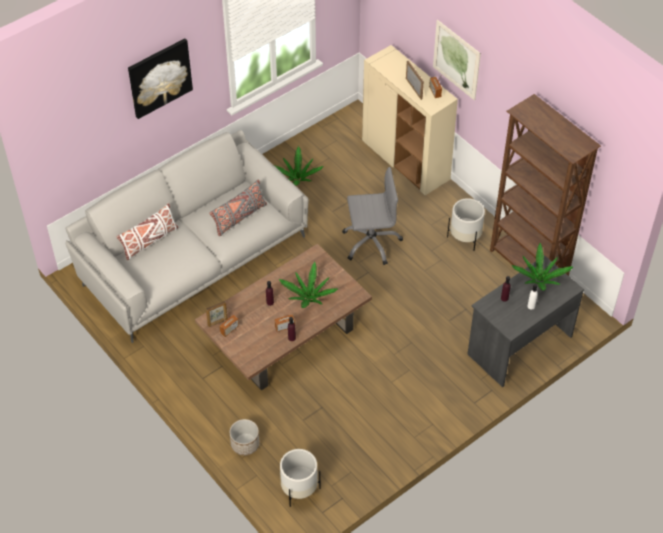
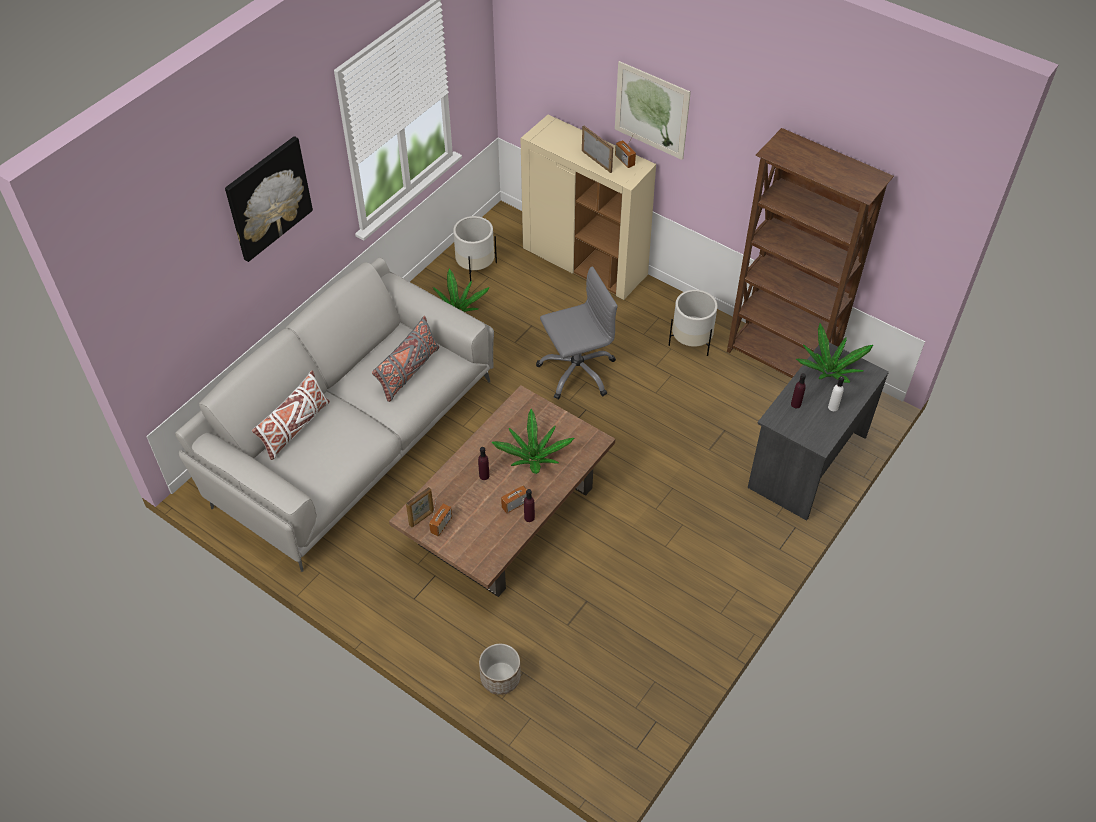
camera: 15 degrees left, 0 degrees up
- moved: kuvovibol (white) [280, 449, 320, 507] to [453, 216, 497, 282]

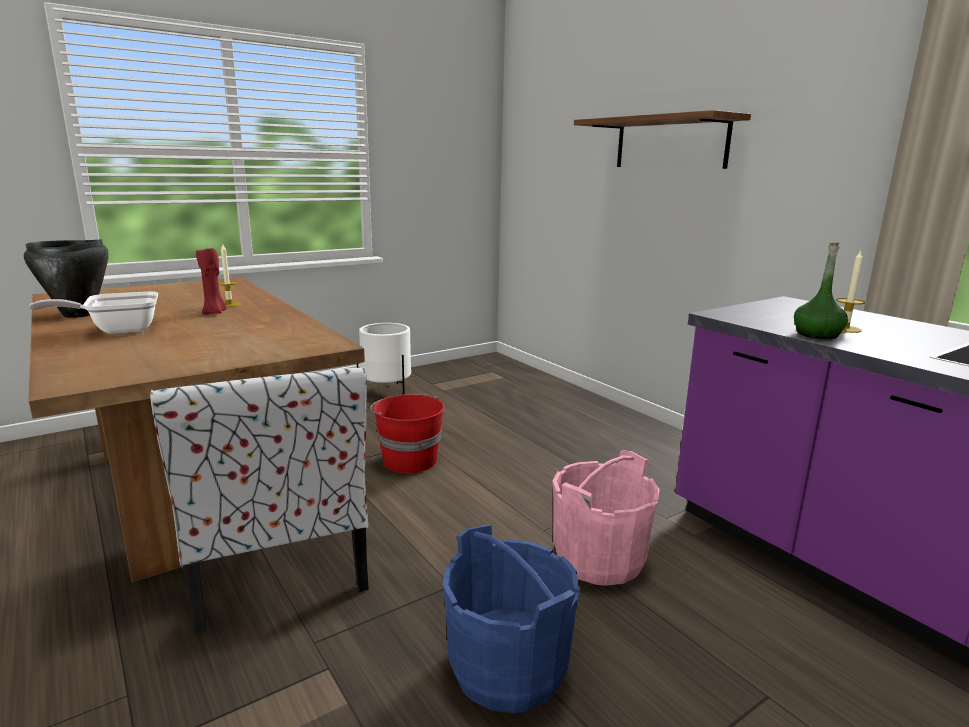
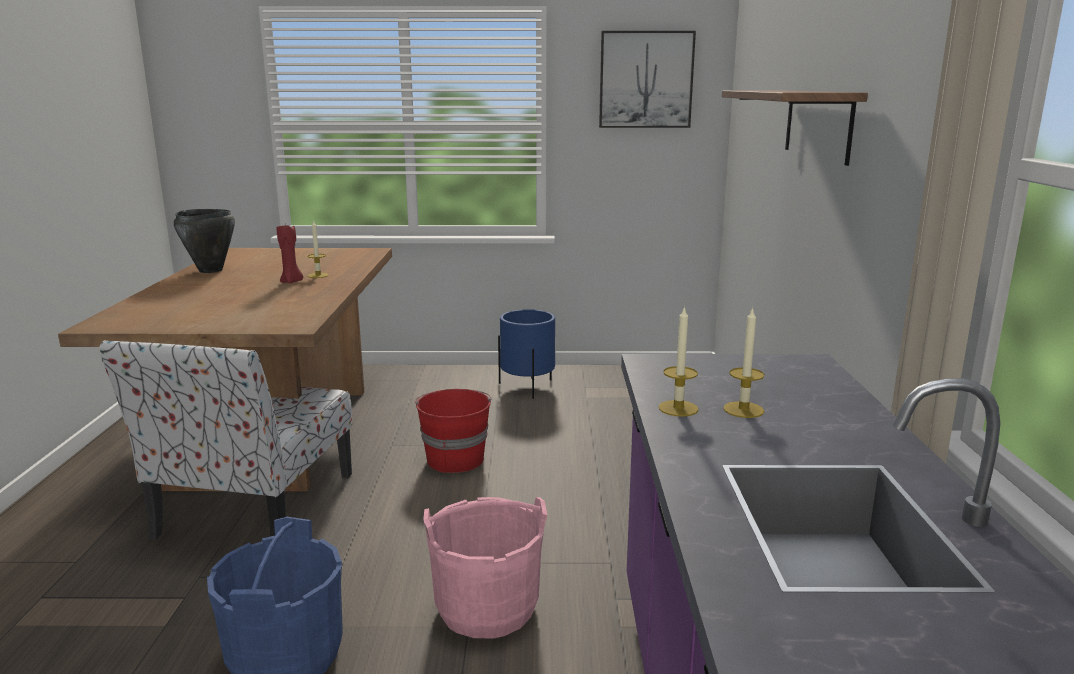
camera: 35 degrees right, 0 degrees up
- removed: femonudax [29, 291, 158, 334]
- recoloured: kuvovibol (white) [357, 323, 411, 394] to kuvovibol (blue) [498, 309, 555, 399]
- replaced: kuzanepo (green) [794, 243, 848, 339] to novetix [659, 306, 699, 417]
- added: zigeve [599, 31, 696, 128]

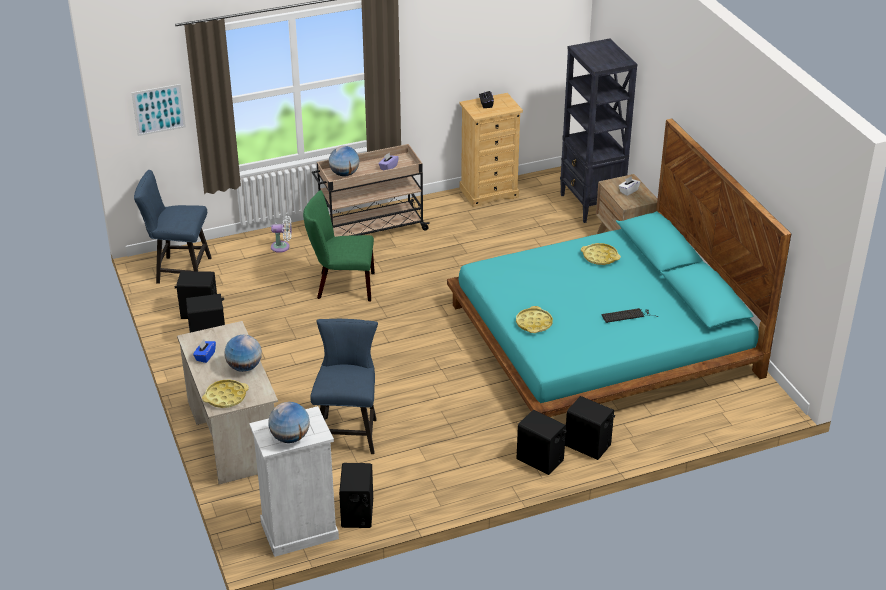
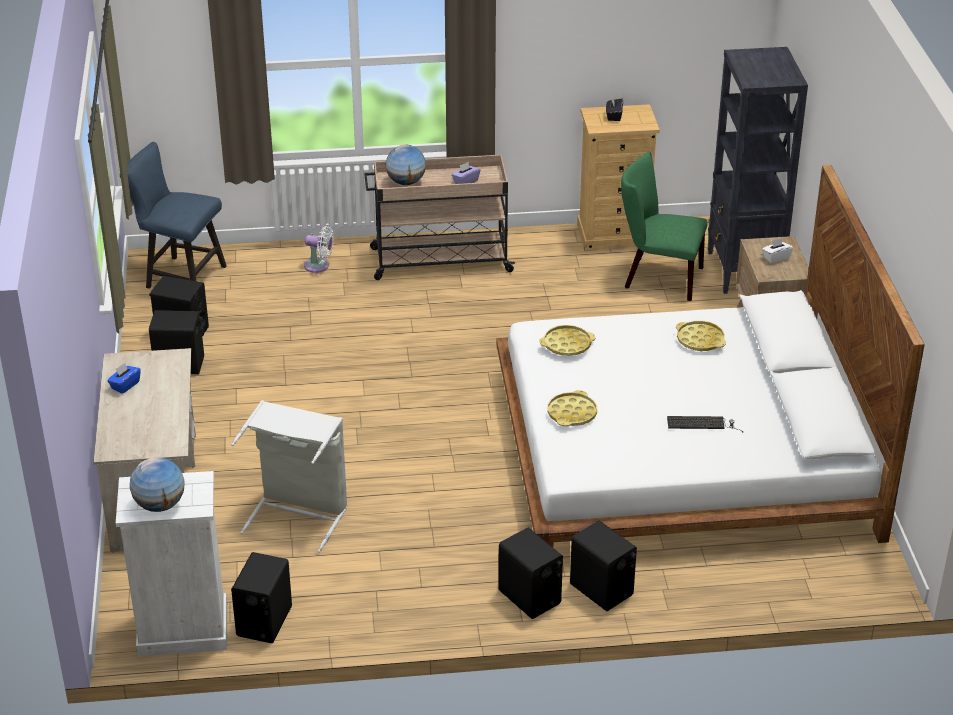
camera: 15 degrees right, 0 degrees up
- removed: zigeve [131, 84, 186, 136]
- moved: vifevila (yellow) [202, 379, 249, 408] to [539, 325, 596, 356]
- removed: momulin [224, 335, 262, 372]
- moved: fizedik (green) [303, 190, 375, 301] to [621, 152, 708, 301]
- replaced: fizedik (blue) [310, 319, 378, 454] to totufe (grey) [231, 400, 348, 553]
- recoloured: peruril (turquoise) [447, 119, 791, 417] to peruril (white) [497, 165, 924, 547]

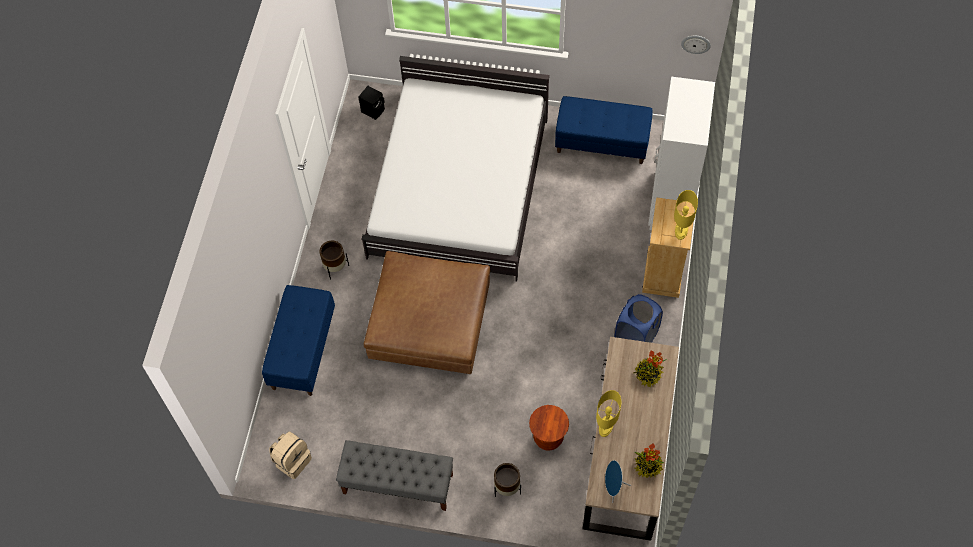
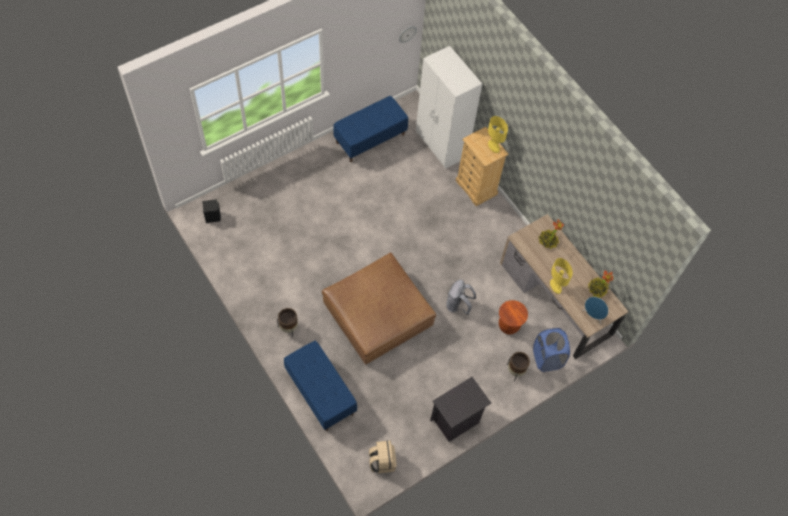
camera: 50 degrees left, 0 degrees up
- replaced: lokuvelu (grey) [336, 440, 453, 511] to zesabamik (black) [430, 377, 491, 442]
- removed: peruril (white) [362, 56, 550, 282]
- moved: totufe (blue) [614, 294, 663, 343] to [533, 328, 570, 372]
- added: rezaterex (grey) [446, 280, 476, 315]

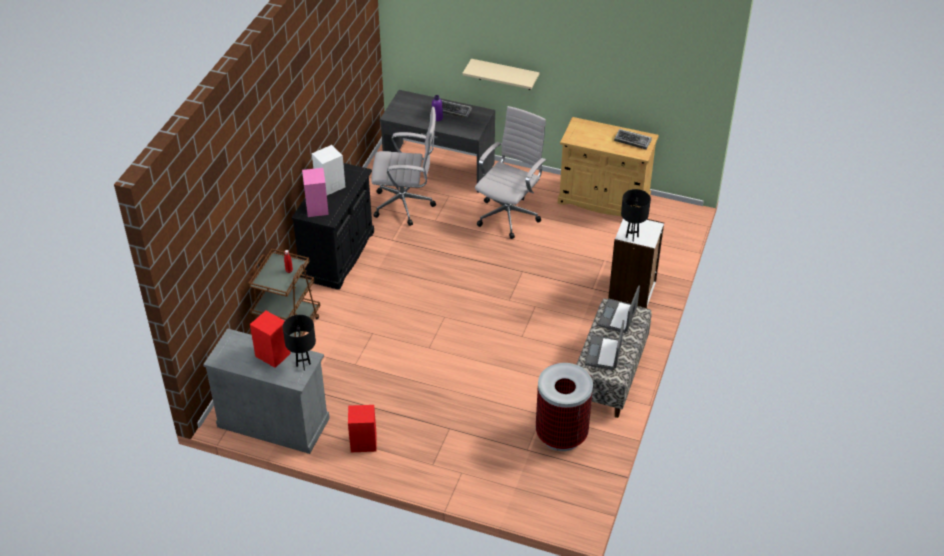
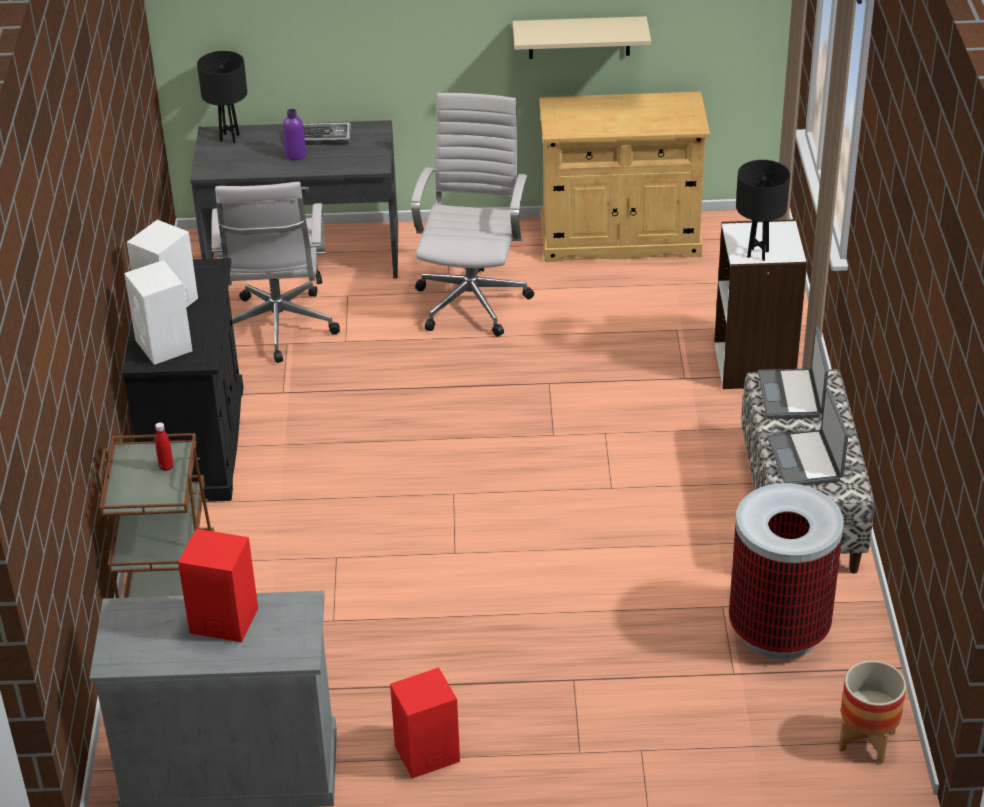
camera: 20 degrees left, 5 degrees down
- moved: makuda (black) [283, 315, 316, 371] to [197, 51, 247, 143]
- recoloured: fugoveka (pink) [302, 168, 329, 217] to fugoveka (white) [124, 260, 193, 365]
- turned: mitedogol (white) [371, 107, 436, 226] = [211, 182, 340, 363] 105 degrees clockwise
- moved: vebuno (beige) [462, 59, 539, 90] to [513, 16, 651, 59]
- removed: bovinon [614, 129, 652, 150]
- added: kuvovibol [839, 661, 906, 764]

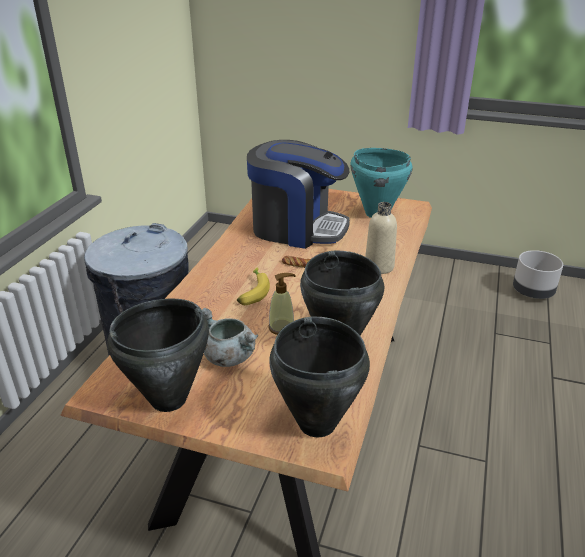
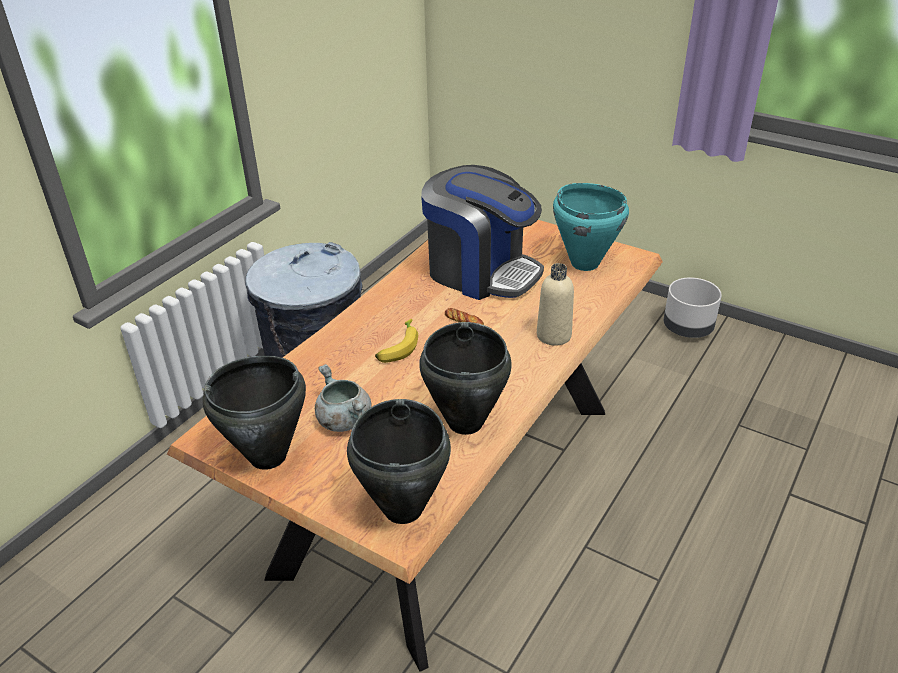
camera: 15 degrees right, 5 degrees up
- removed: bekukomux [268, 273, 296, 335]
- moved: kuvovibol (grey) [513, 250, 563, 299] to [664, 277, 722, 338]

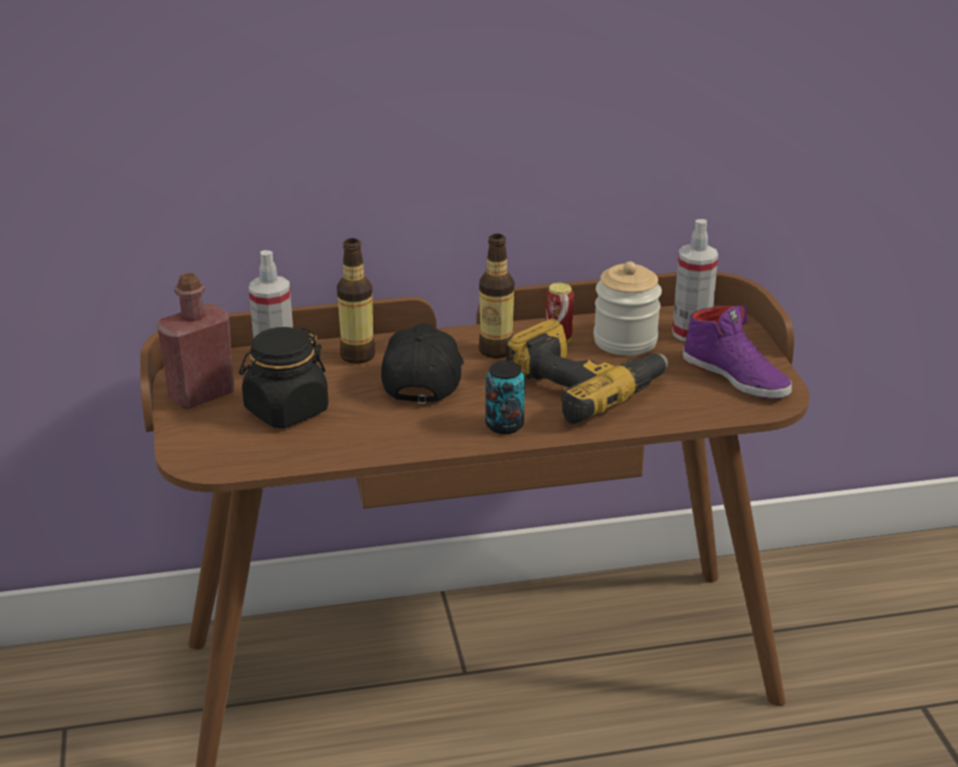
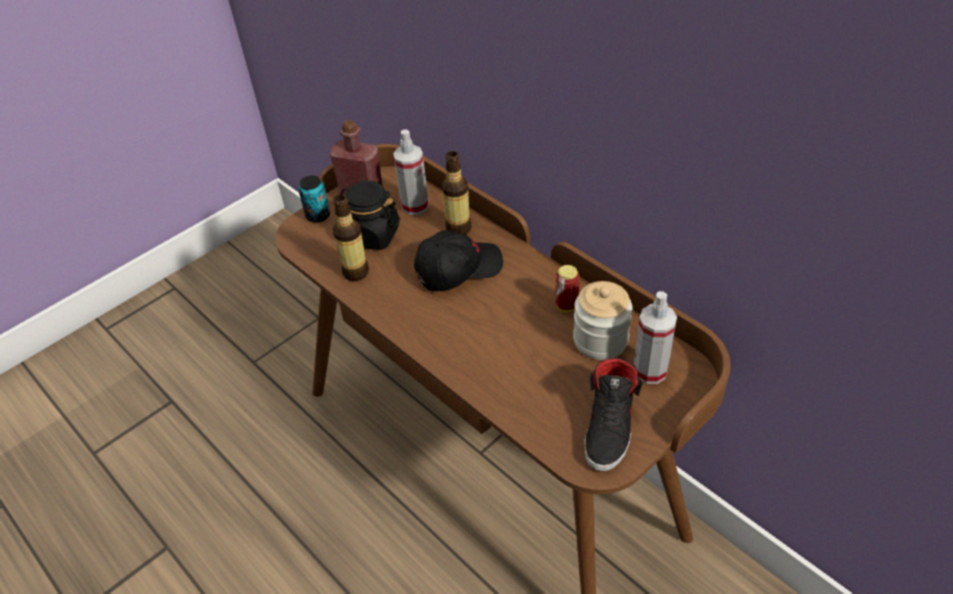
camera: 60 degrees right, 15 degrees up
- moved: kuzanepo [479, 234, 514, 358] to [333, 195, 369, 281]
- moved: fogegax [485, 361, 525, 434] to [298, 175, 330, 223]
- removed: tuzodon [506, 319, 668, 424]
- recoloured: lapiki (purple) [683, 305, 792, 399] to lapiki (black) [585, 357, 643, 471]

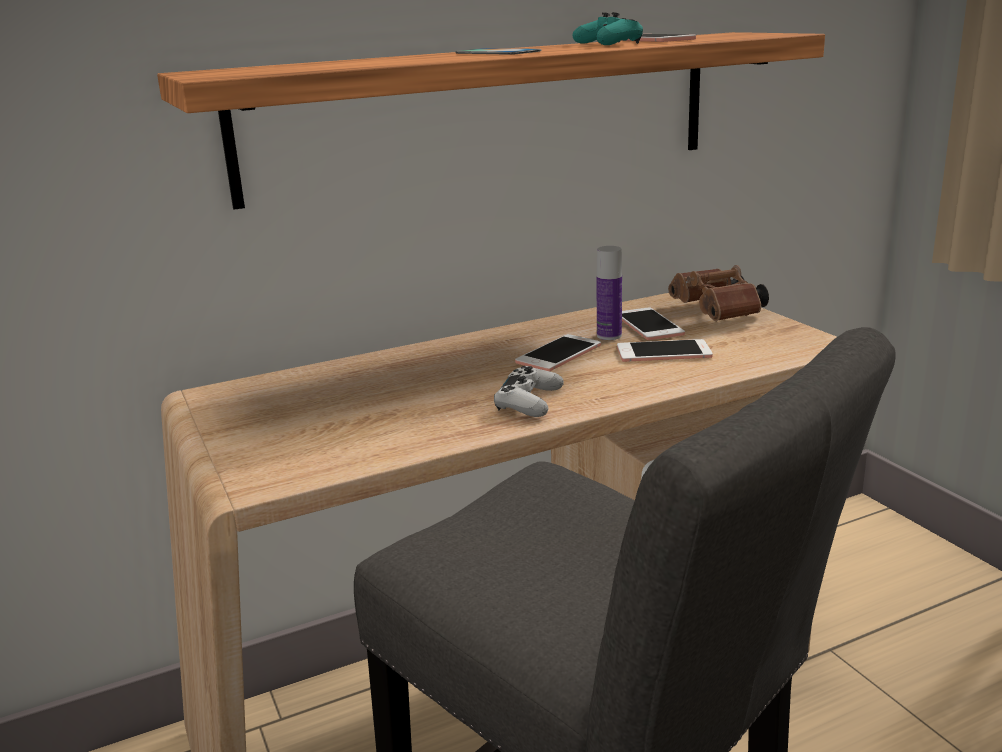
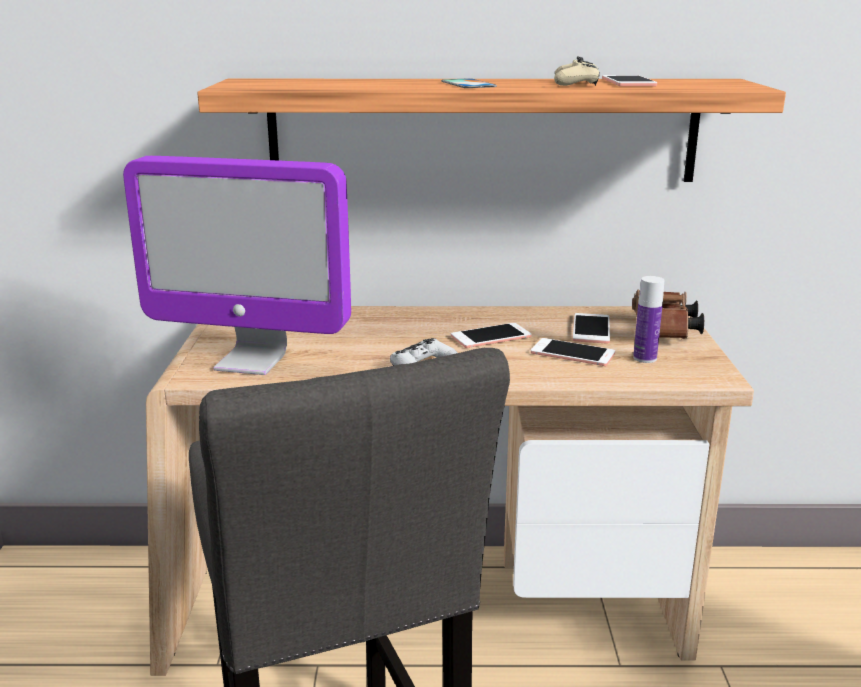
camera: 25 degrees right, 0 degrees up
- recoloured: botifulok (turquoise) [572, 12, 643, 45] to botifulok (beige) [554, 56, 600, 86]
- moved: kuzanepo [596, 246, 622, 340] to [633, 276, 665, 363]
- added: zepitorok [123, 156, 351, 375]

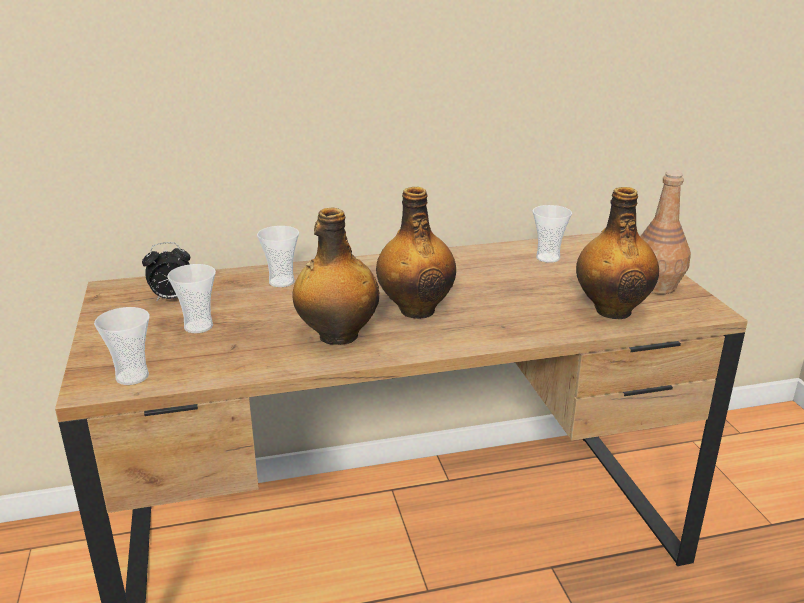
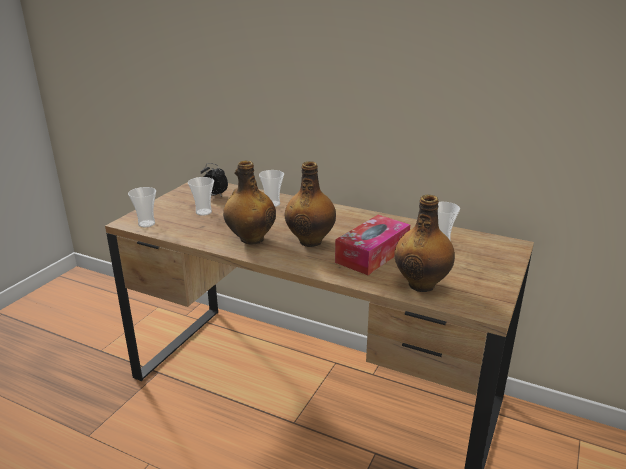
camera: 40 degrees right, 0 degrees up
- removed: kuzanepo (brown) [640, 170, 691, 294]
- added: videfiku [335, 215, 410, 275]

